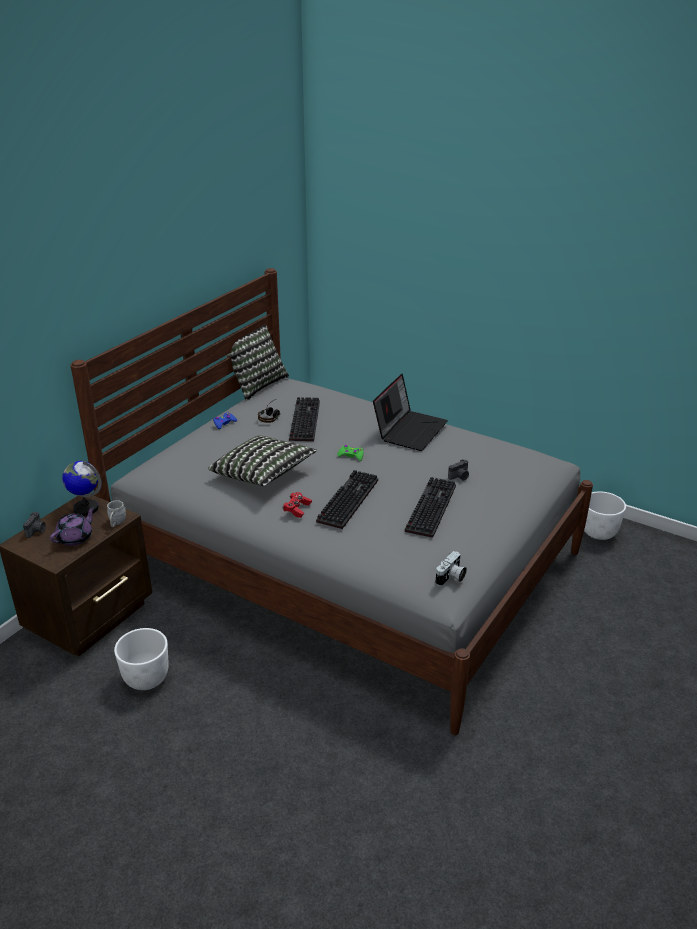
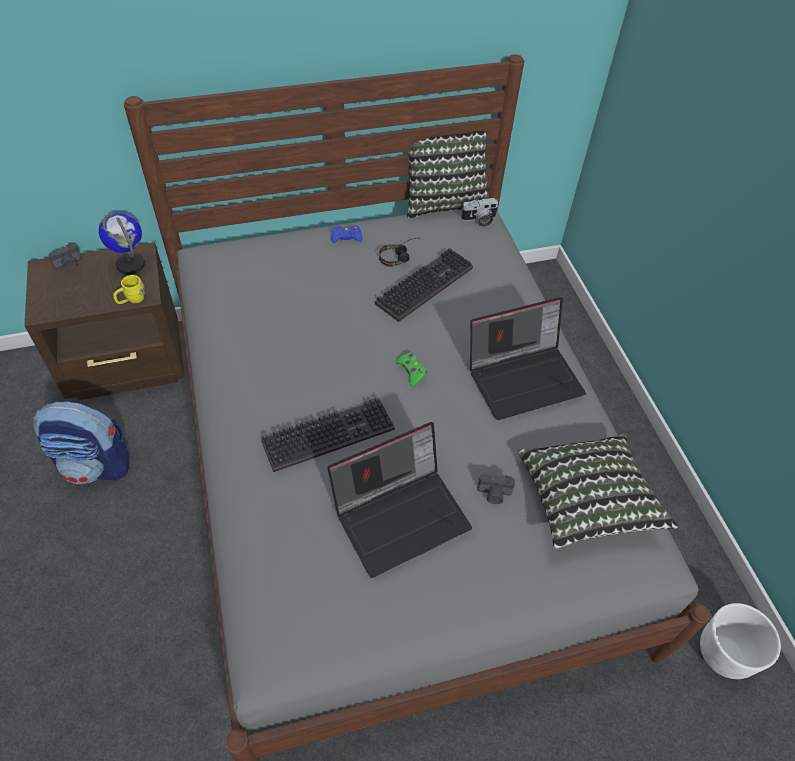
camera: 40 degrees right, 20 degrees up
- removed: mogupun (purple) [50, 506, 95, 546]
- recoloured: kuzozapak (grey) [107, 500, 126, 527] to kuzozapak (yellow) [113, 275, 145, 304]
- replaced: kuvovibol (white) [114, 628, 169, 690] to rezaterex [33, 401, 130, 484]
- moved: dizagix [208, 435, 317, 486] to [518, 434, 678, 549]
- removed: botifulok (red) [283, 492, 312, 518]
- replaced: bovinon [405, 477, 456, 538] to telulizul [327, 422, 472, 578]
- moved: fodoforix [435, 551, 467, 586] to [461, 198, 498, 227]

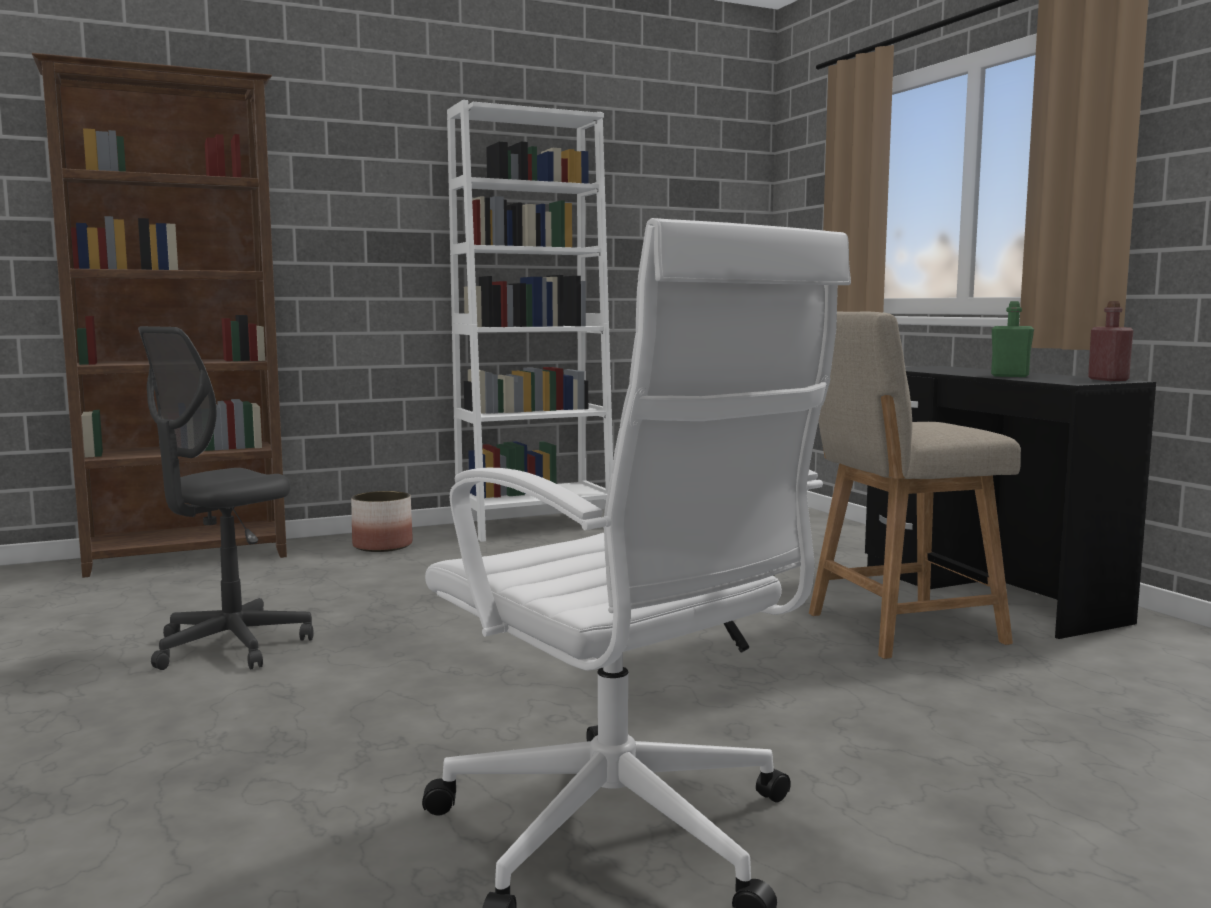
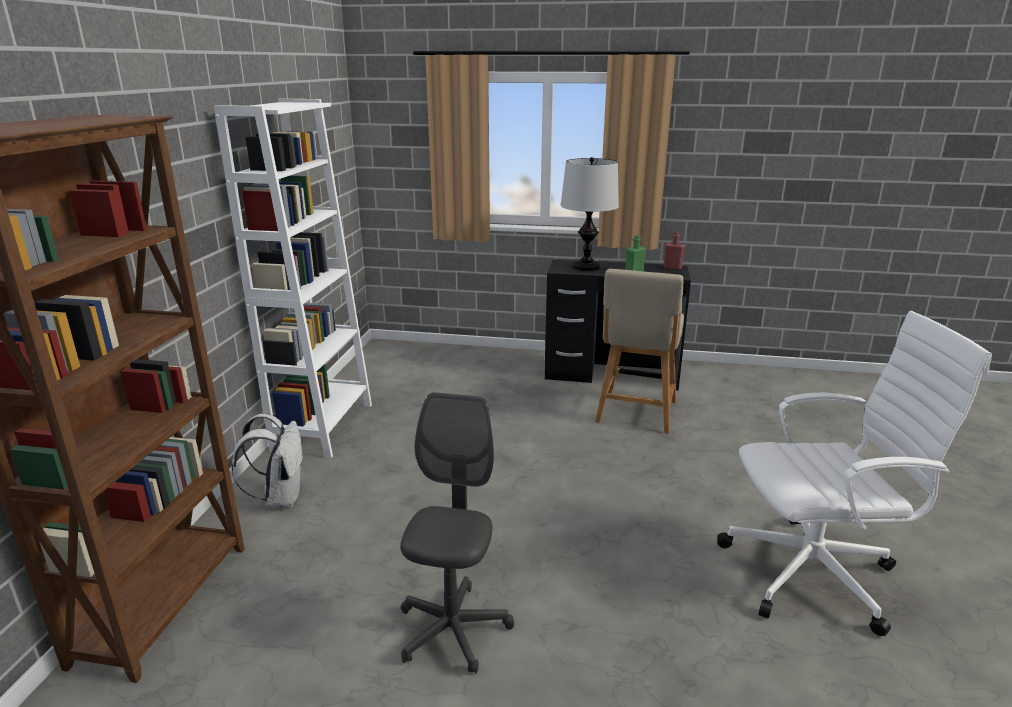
camera: 55 degrees left, 15 degrees up
- turned: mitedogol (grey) [138, 326, 314, 670] = [401, 392, 514, 673] 150 degrees counterclockwise
- replaced: kuvovibol [351, 491, 413, 552] to rezaterex (white) [231, 414, 304, 508]
- added: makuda [561, 157, 619, 271]

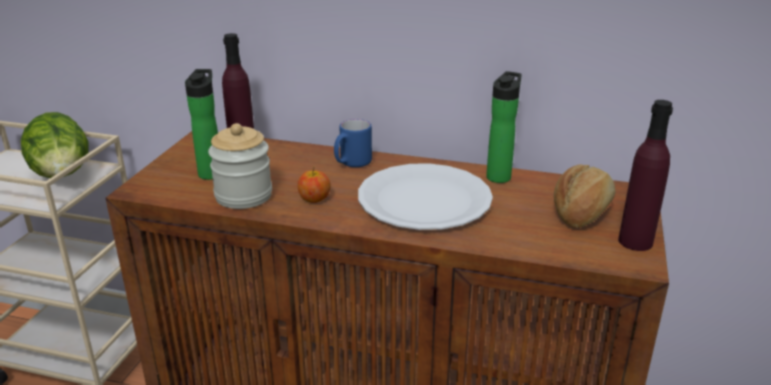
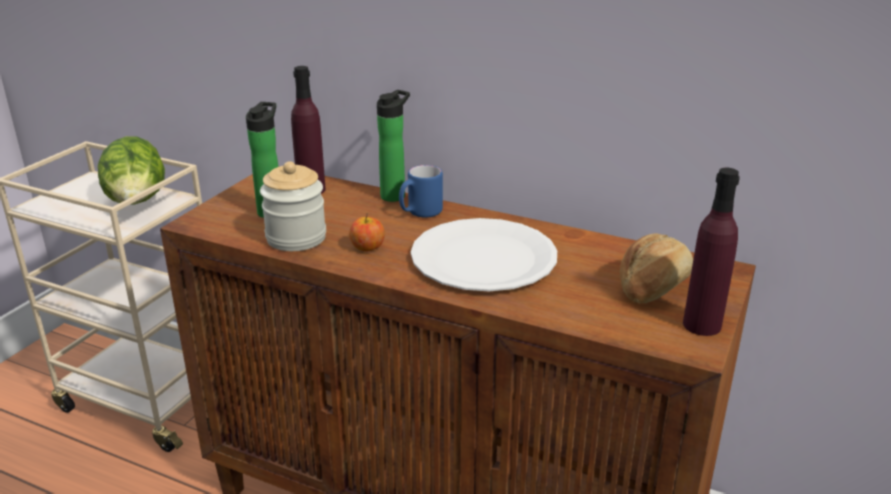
camera: 10 degrees right, 0 degrees up
- moved: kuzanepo [486, 71, 522, 183] to [377, 90, 410, 202]

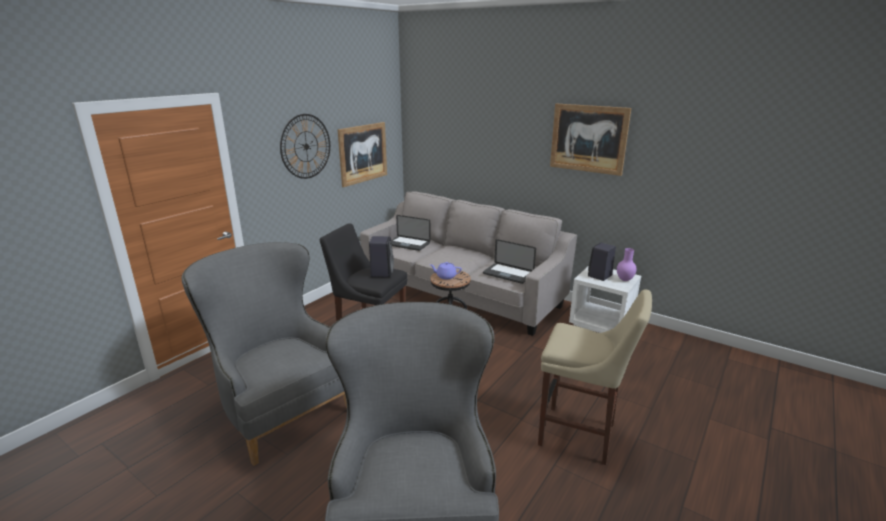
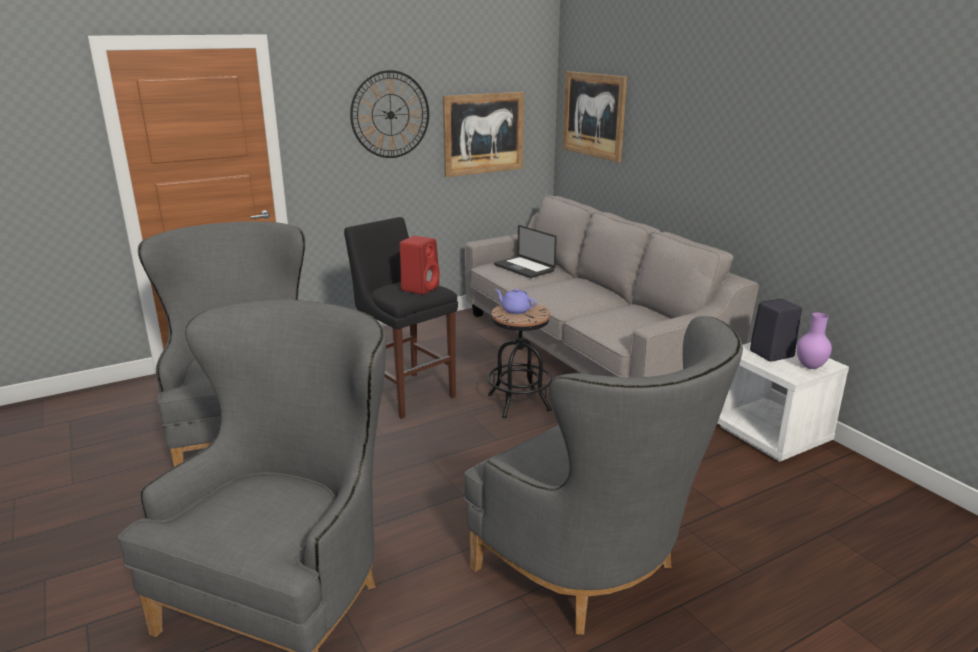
camera: 25 degrees right, 0 degrees up
- recoloured: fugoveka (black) [369, 236, 394, 278] to fugoveka (red) [400, 236, 440, 295]
- removed: telulizul [483, 239, 536, 284]
- replaced: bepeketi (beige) [538, 289, 652, 465] to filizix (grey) [464, 316, 743, 635]
- moved: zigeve [550, 103, 631, 176] to [563, 71, 627, 162]

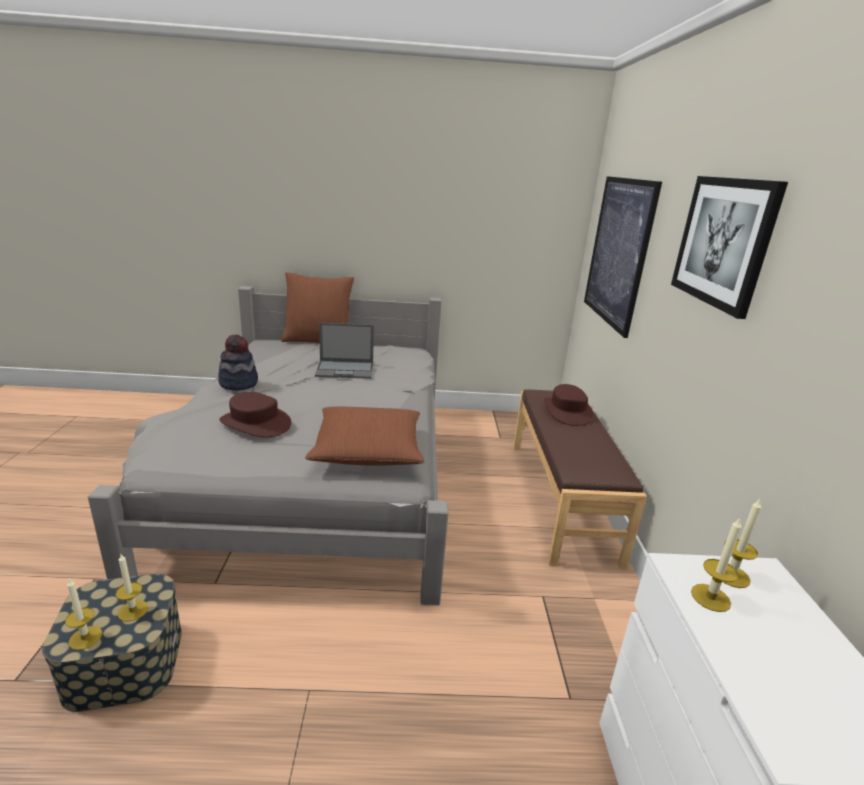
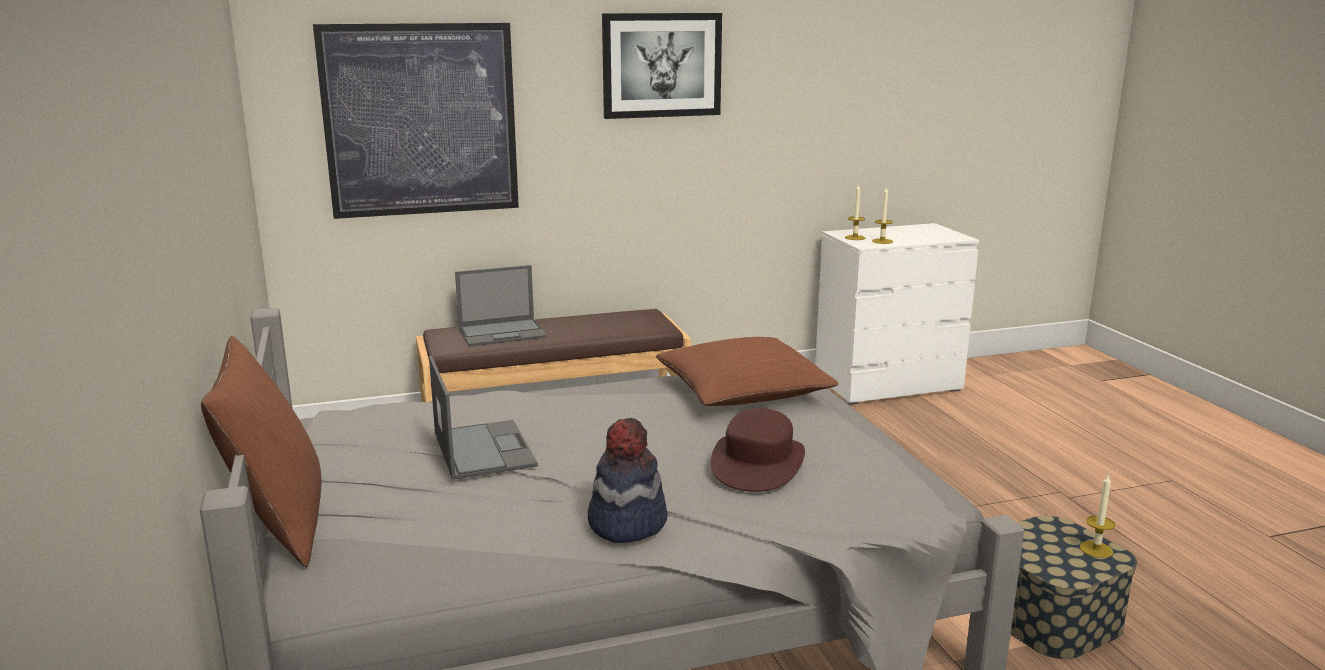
camera: 105 degrees left, 5 degrees down
- removed: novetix [116, 554, 148, 622]
- replaced: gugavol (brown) [544, 384, 593, 426] to telulizul [455, 265, 547, 346]

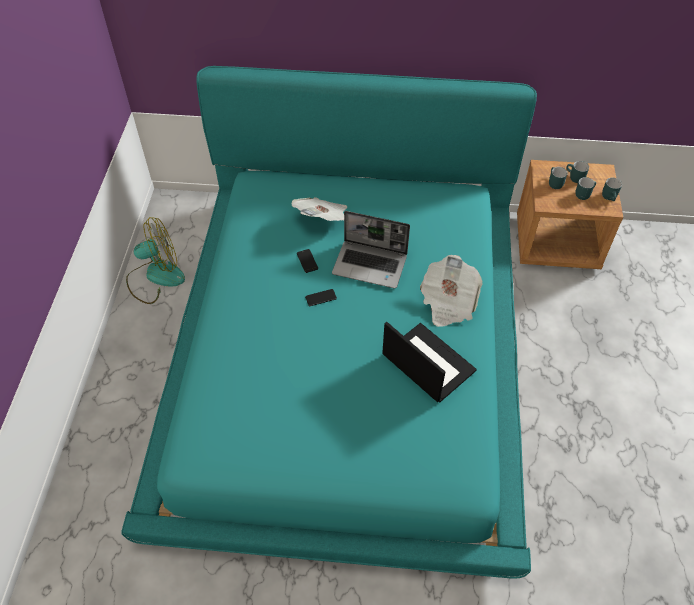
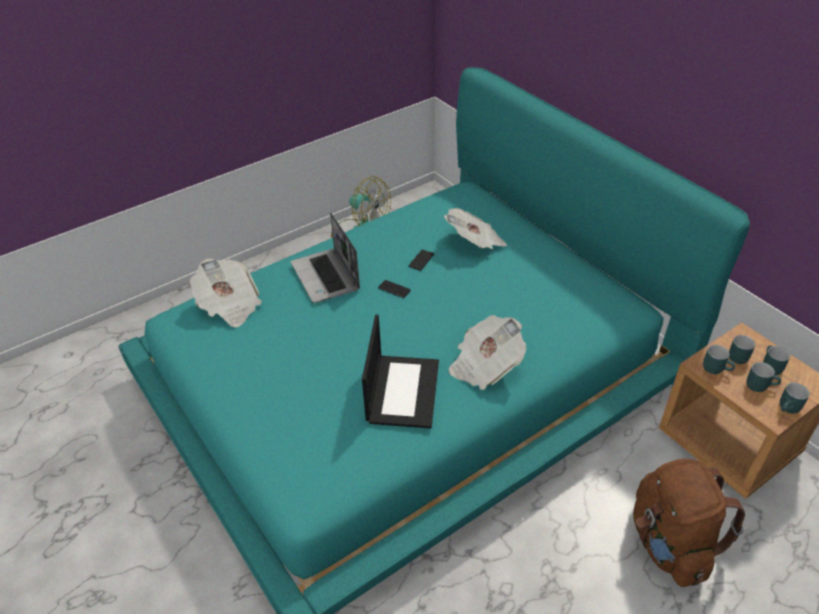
camera: 50 degrees right, 10 degrees down
- moved: telulizul [332, 211, 410, 288] to [291, 212, 360, 303]
- added: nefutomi [190, 258, 262, 327]
- added: rezaterex (brown) [633, 459, 745, 587]
- added: kuzozapak (turquoise) [703, 345, 735, 374]

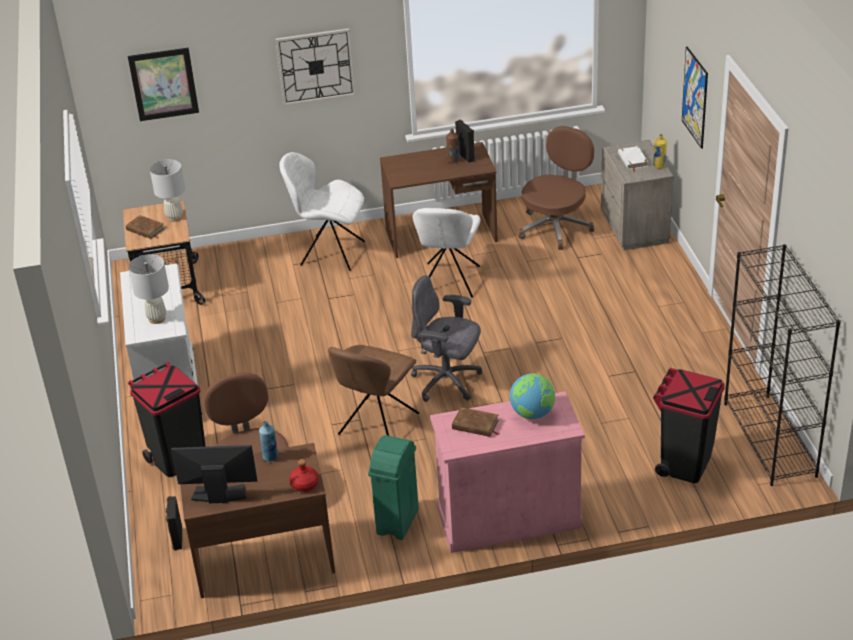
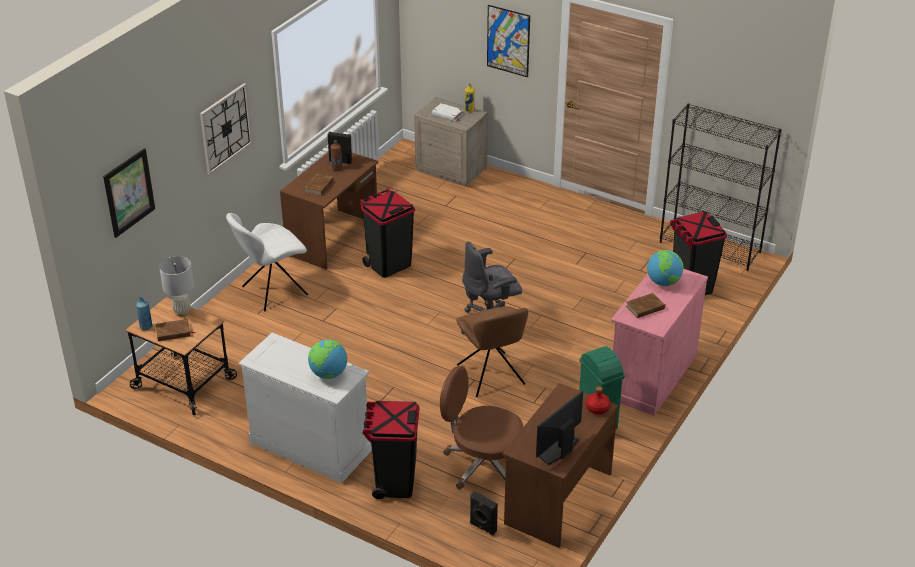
camera: 50 degrees left, 0 degrees up
- replaced: makuda (white) [128, 254, 169, 324] to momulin [308, 340, 347, 379]
- moved: kuzanepo (blue) [259, 421, 278, 462] to [136, 297, 152, 330]
- replaced: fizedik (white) [413, 208, 480, 297] to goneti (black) [359, 188, 415, 278]
- removed: mitedogol (brown) [518, 126, 594, 250]
- added: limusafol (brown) [304, 173, 334, 196]

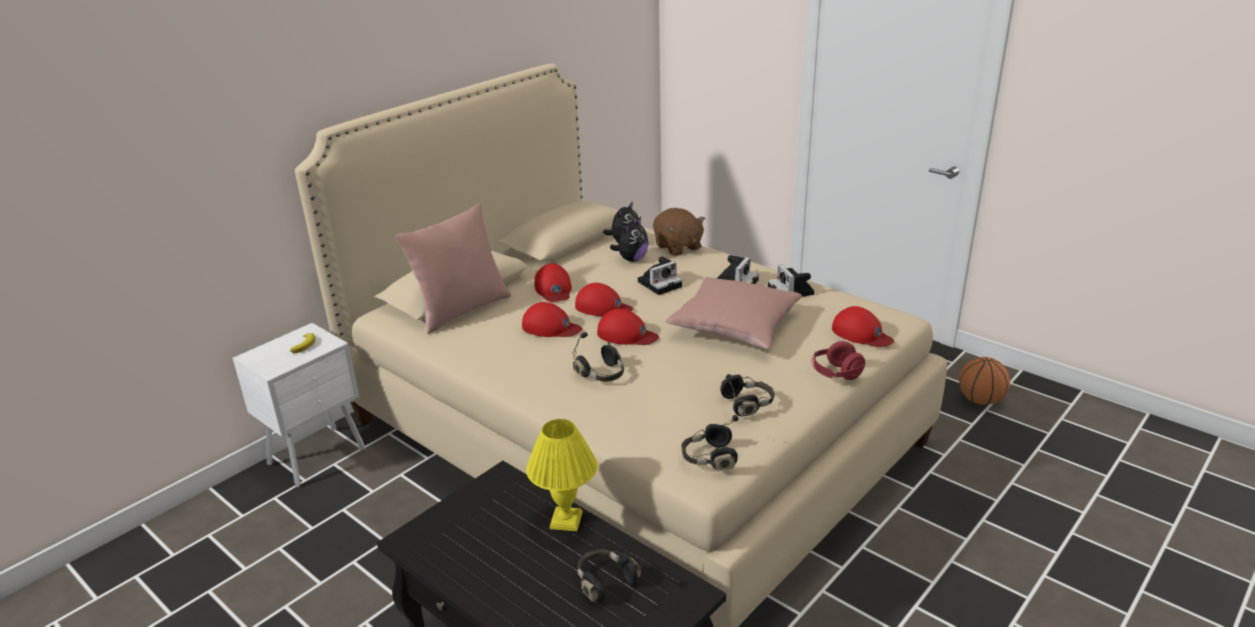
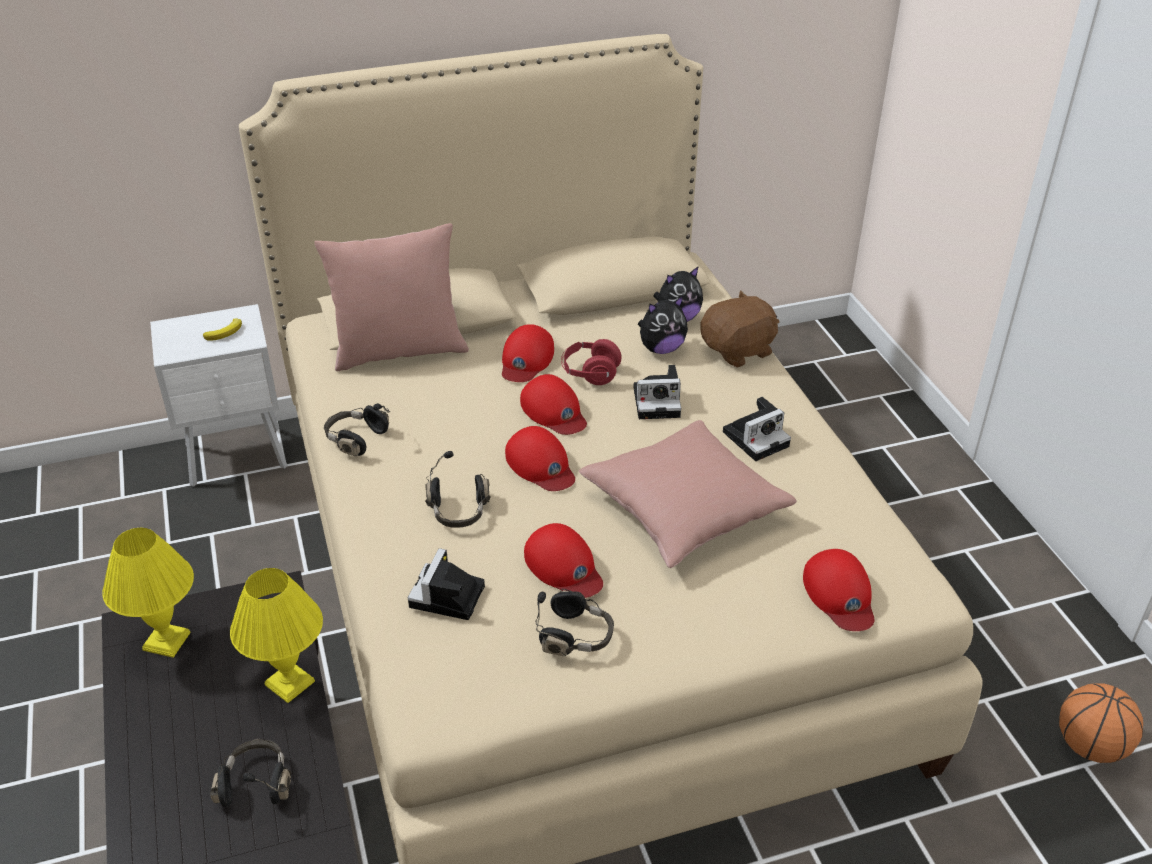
camera: 30 degrees right, 10 degrees up
- moved: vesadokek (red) [522, 302, 582, 337] to [524, 523, 603, 598]
- turned: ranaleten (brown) [653, 208, 705, 256] = [700, 291, 780, 368] 120 degrees counterclockwise
- moved: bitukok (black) [681, 415, 739, 470] to [324, 403, 390, 456]
- moved: fodoforix [768, 264, 814, 297] to [408, 548, 485, 620]
- moved: bitukok (red) [811, 341, 865, 380] to [561, 339, 622, 385]
- added: makuda (yellow) [102, 528, 194, 658]

